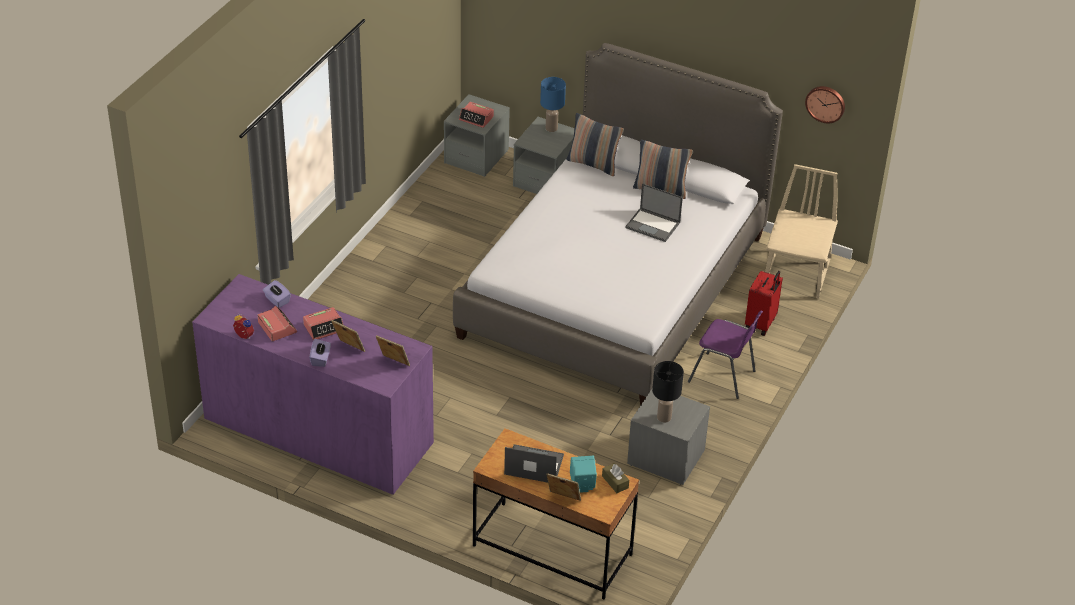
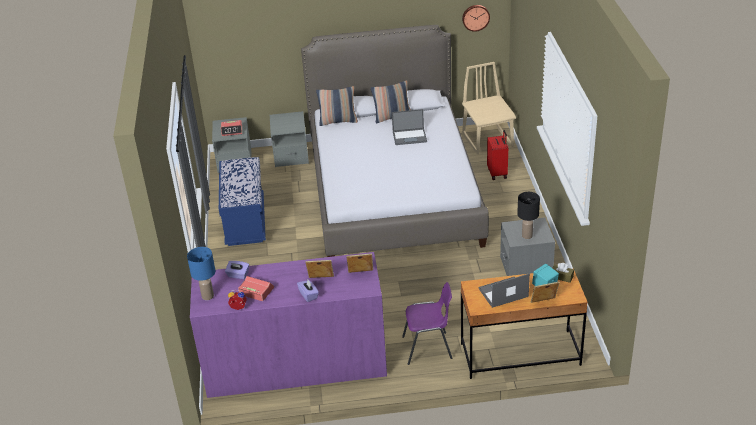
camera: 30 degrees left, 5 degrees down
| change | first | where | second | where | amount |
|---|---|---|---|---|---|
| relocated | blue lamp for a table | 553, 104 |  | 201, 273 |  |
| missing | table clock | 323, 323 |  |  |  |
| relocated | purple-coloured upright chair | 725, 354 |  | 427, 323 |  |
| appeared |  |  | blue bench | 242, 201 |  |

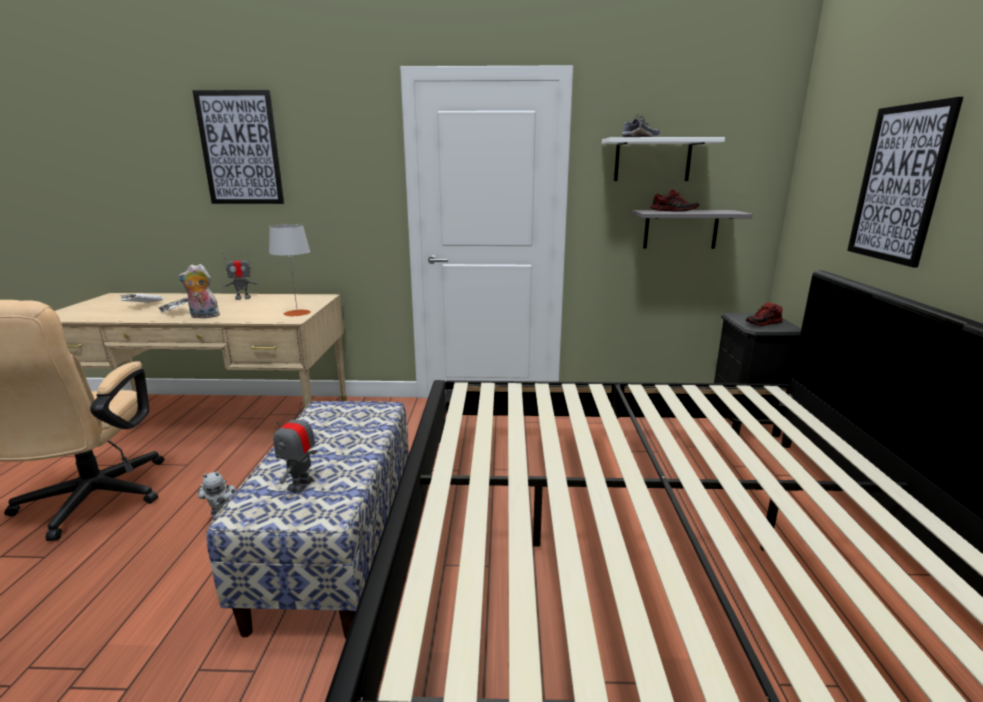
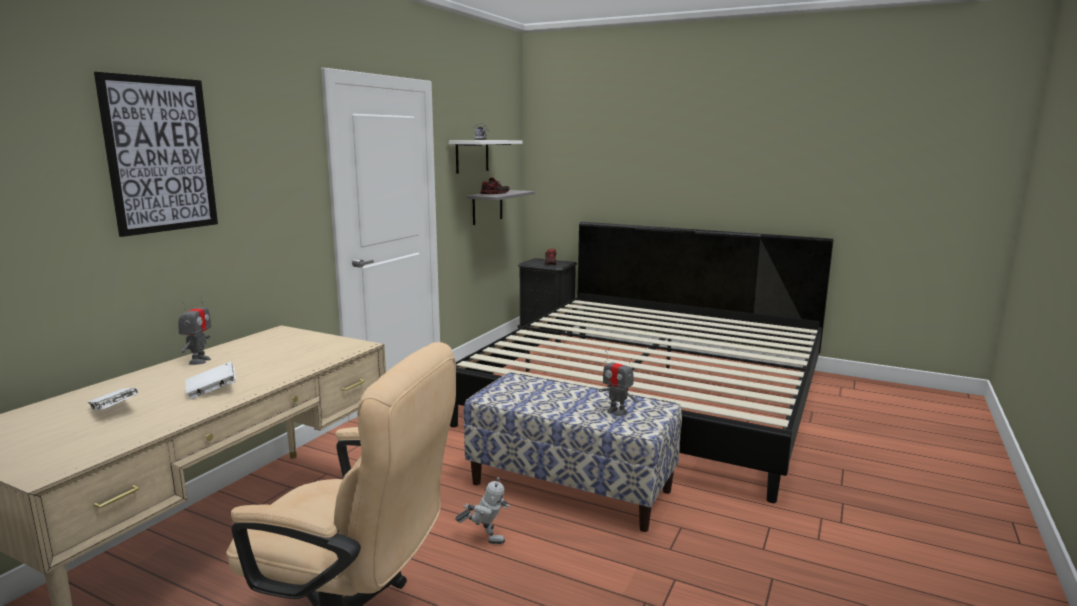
camera: 65 degrees left, 5 degrees down
| change | first | where | second | where | amount |
|---|---|---|---|---|---|
| missing | picture | 905, 182 |  |  |  |
| missing | gray lamp for a table | 290, 270 |  |  |  |
| missing | soft toy | 199, 291 |  |  |  |

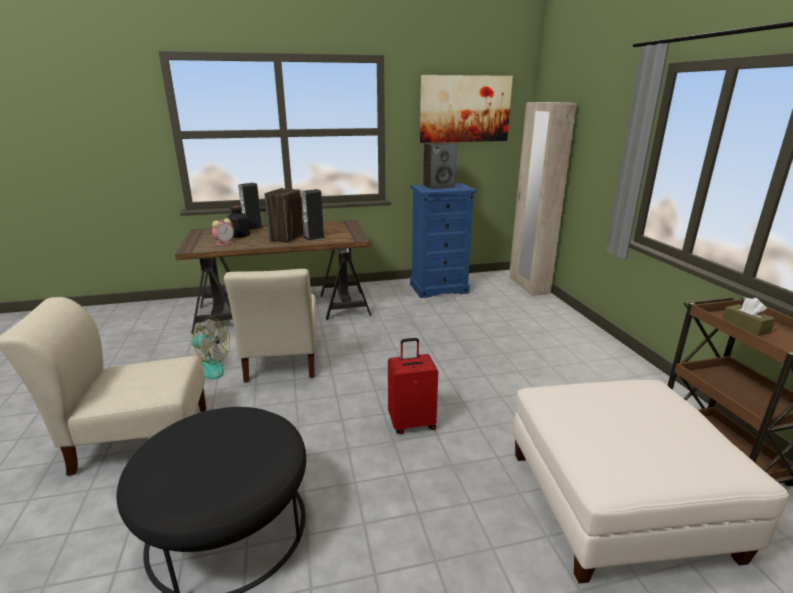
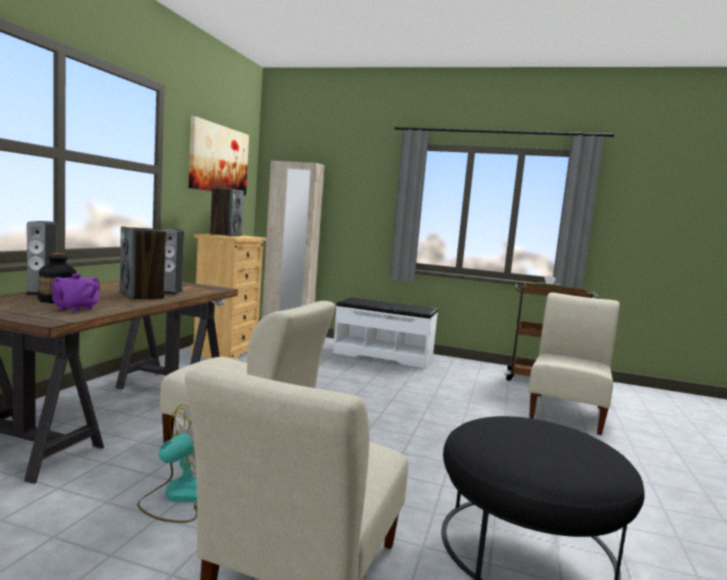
camera: 60 degrees left, 15 degrees down
| change | first | where | second | where | amount |
|---|---|---|---|---|---|
| colour | blue chest of drawers | 443, 240 | beige chest of drawers | 228, 297 |  |
| exchanged | table clock | 223, 232 | purple-coloured pot for tea | 75, 293 |  |
| missing | red-coloured piece of luggage | 413, 386 |  |  |  |
| exchanged | whitish footrest | 651, 481 | beige upright chair | 574, 364 |  |
| appeared |  |  | whitish bench | 385, 332 |  |

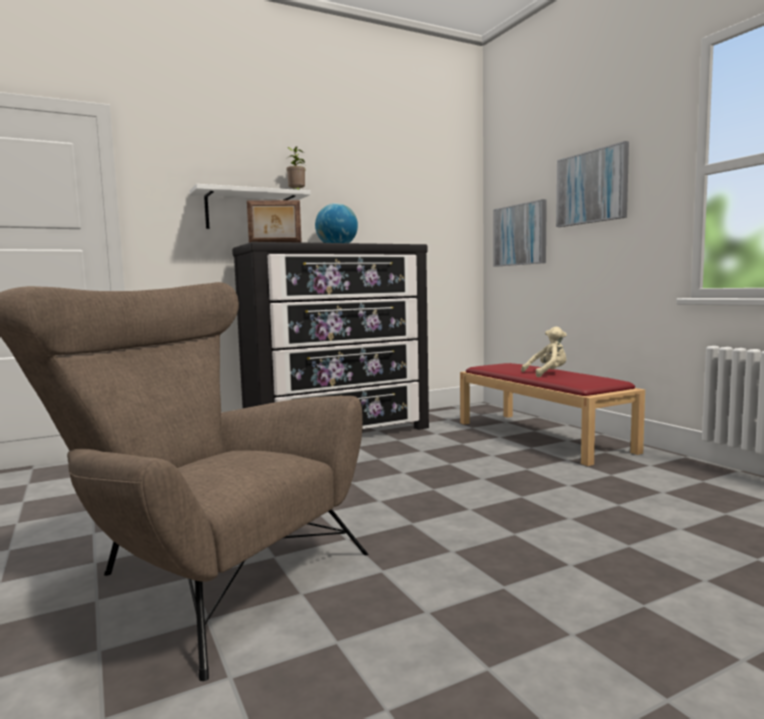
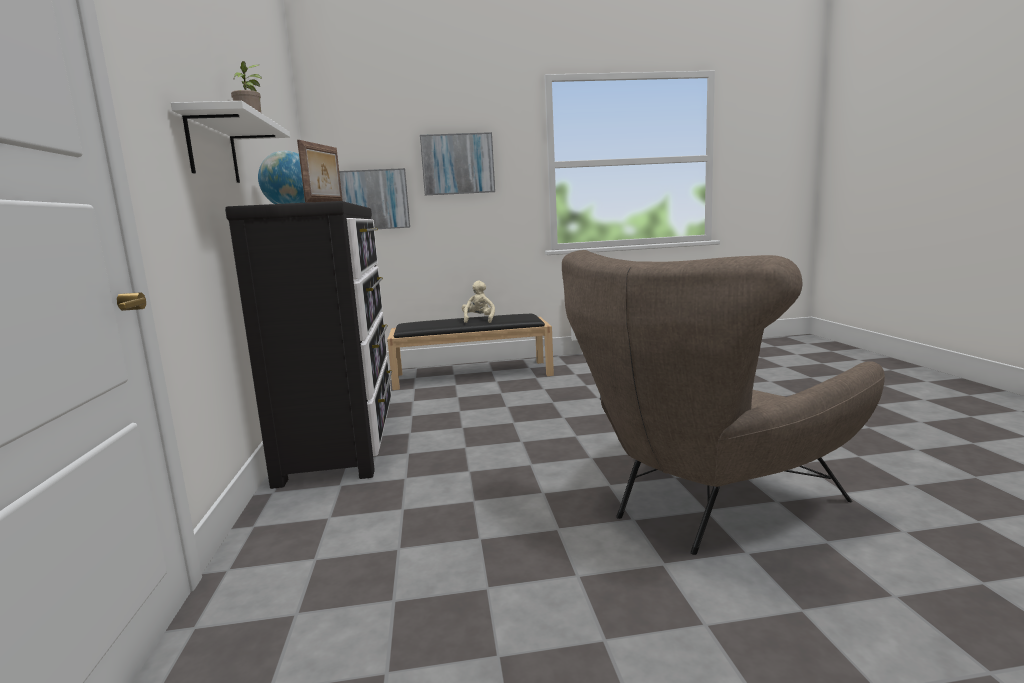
camera: 70 degrees left, 5 degrees up
| change | first | where | second | where | amount |
|---|---|---|---|---|---|
| colour | red-coloured bench | 552, 414 | black bench | 470, 352 |  |

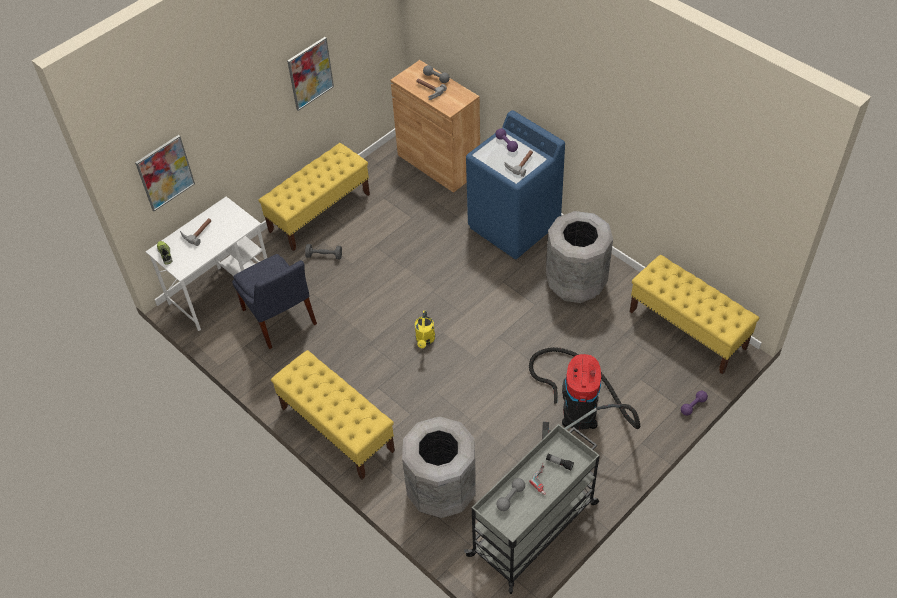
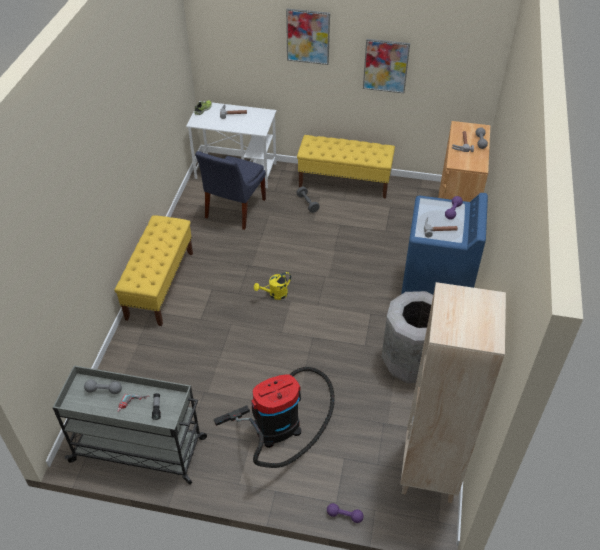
camera: 55 degrees right, 5 degrees down
| change | first | where | second | where | amount |
|---|---|---|---|---|---|
| relocated | picture | 165, 173 |  | 308, 36 |  |
| exchanged | yellow bench | 694, 314 | beige shelving unit | 453, 392 |  |
| missing | gray waste bin | 439, 467 |  |  |  |

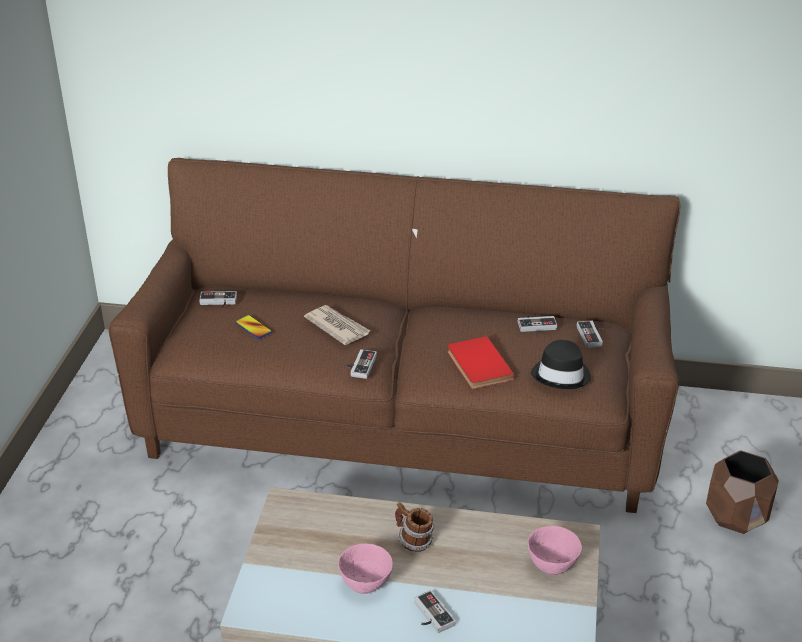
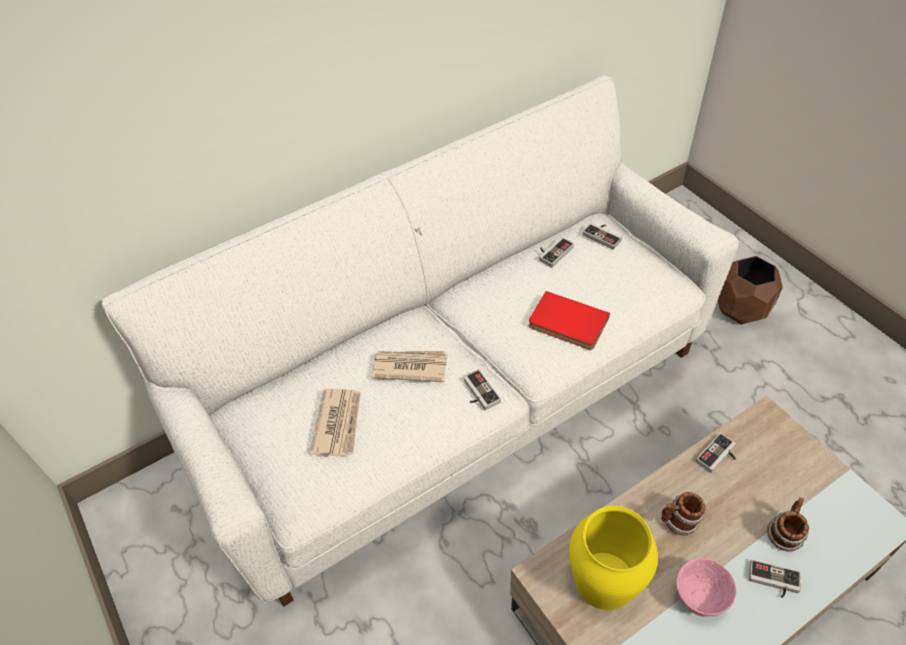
camera: 40 degrees left, 15 degrees up
| change | first | where | second | where | amount |
|---|---|---|---|---|---|
| colour | brown-coloured couch | 394, 335 | whitish couch | 420, 340 |  |
| relocated | gamepad | 218, 299 |  | 716, 453 |  |
| exchanged | phone | 253, 327 | daily paper | 335, 423 |  |
| missing | black hat | 561, 364 |  |  |  |
| missing | pinkish serving bowl | 555, 550 |  |  |  |
| appeared |  |  | mug | 788, 524 |  |
| appeared |  |  | yellow vase | 613, 558 |  |

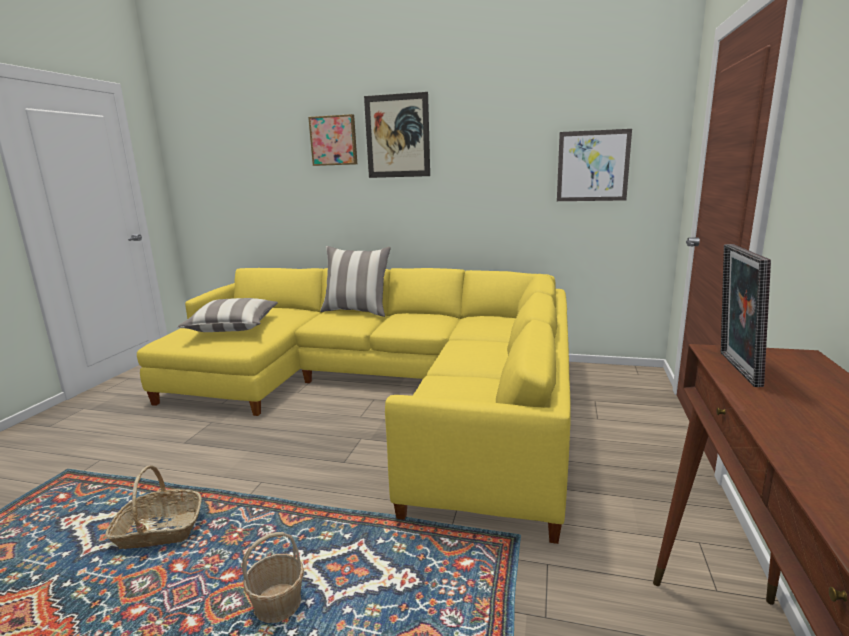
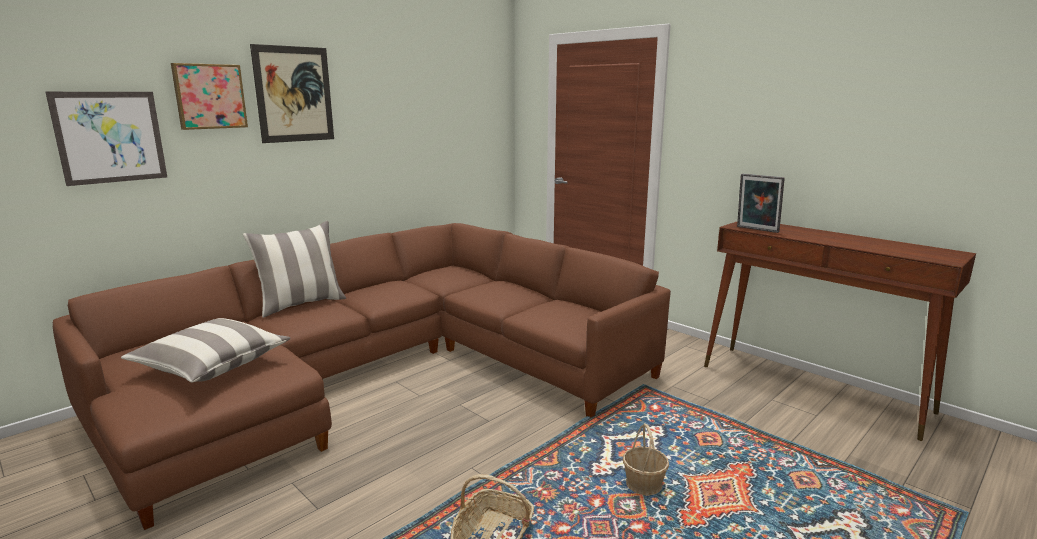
camera: 60 degrees left, 0 degrees up
| change | first | where | second | where | amount |
|---|---|---|---|---|---|
| relocated | picture | 594, 165 |  | 106, 139 |  |
| colour | yellow couch | 354, 406 | brown-coloured couch | 362, 376 |  |

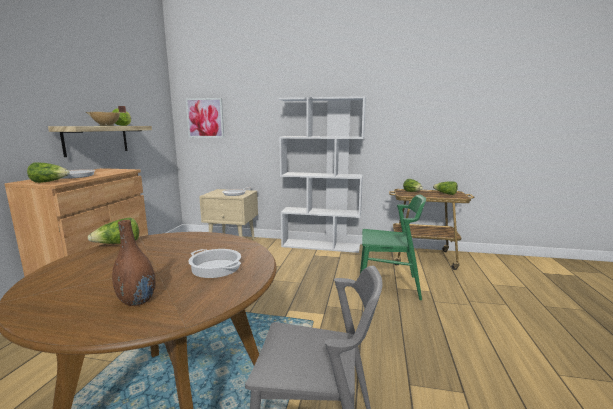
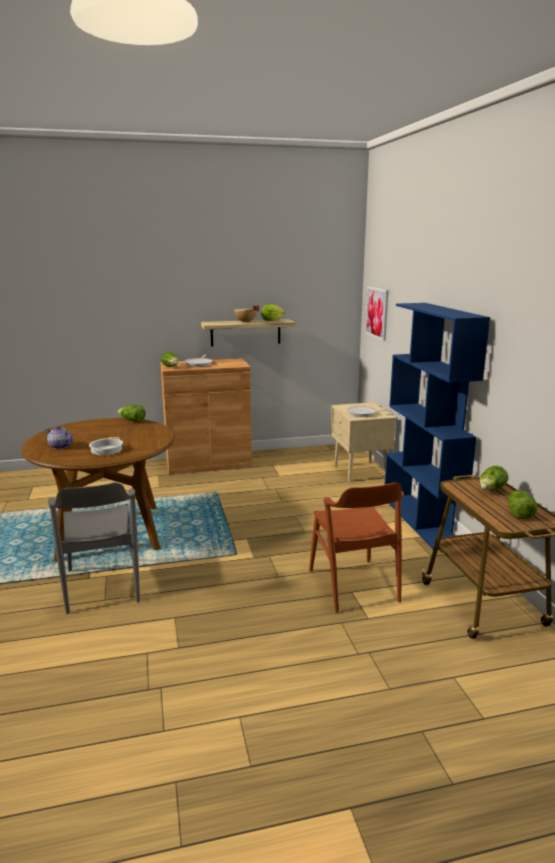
camera: 65 degrees right, 5 degrees up
| change | first | where | second | where | amount |
|---|---|---|---|---|---|
| colour | whitish shelving unit | 322, 174 | blue shelving unit | 437, 426 |  |
| colour | green upright chair | 393, 247 | brown-coloured upright chair | 356, 547 |  |
| exchanged | brown-coloured vase | 134, 263 | pot for tea | 59, 437 |  |

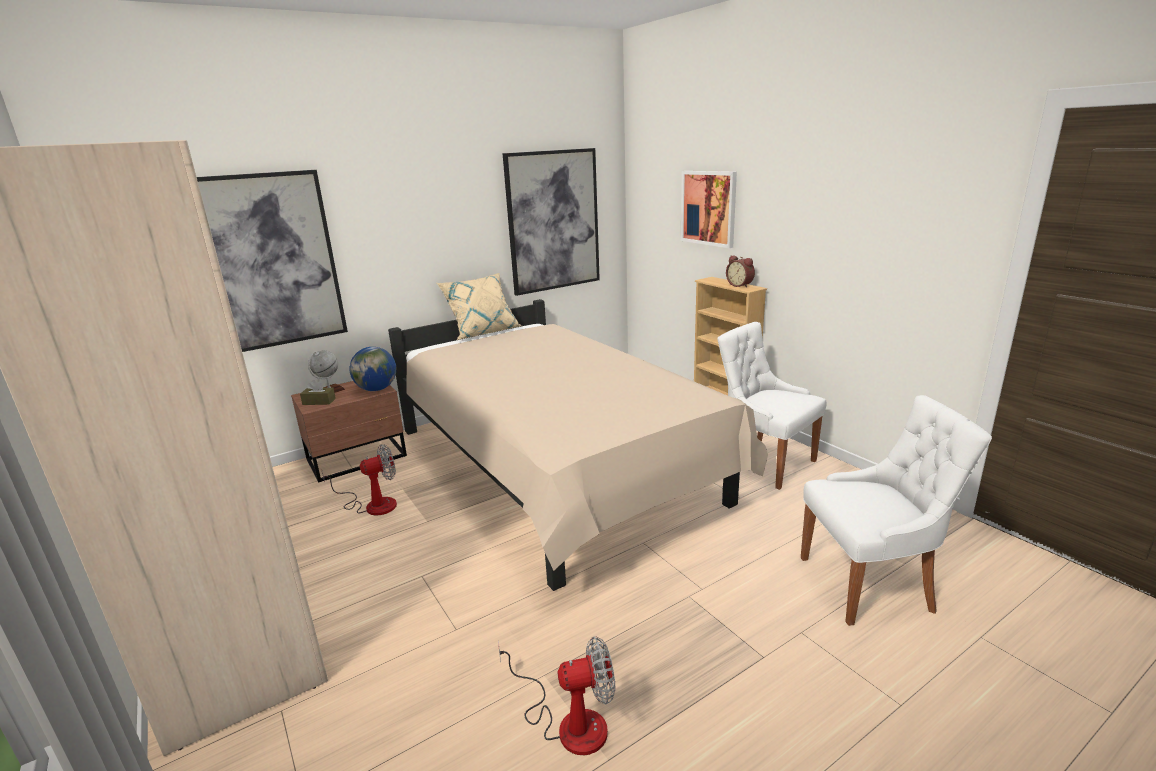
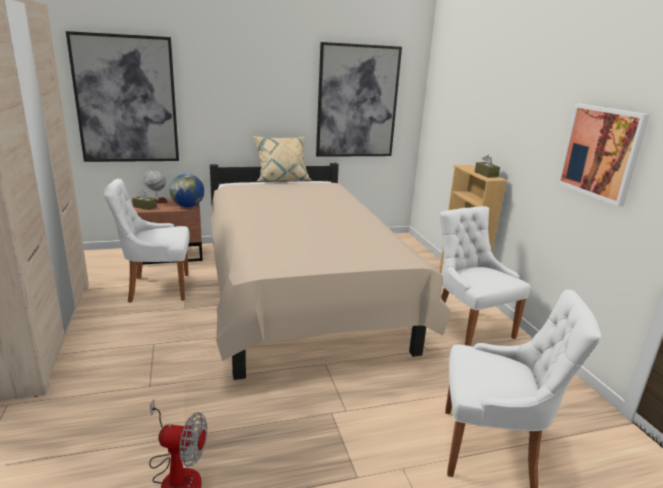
camera: 15 degrees right, 0 degrees up
| change | first | where | second | where | amount |
|---|---|---|---|---|---|
| relocated | picture | 709, 209 |  | 603, 155 |  |
| exchanged | table clock | 740, 272 | brown-coloured tissue holder | 487, 166 |  |
| exchanged | cooling fan | 359, 479 | whitish upright chair | 147, 241 |  |

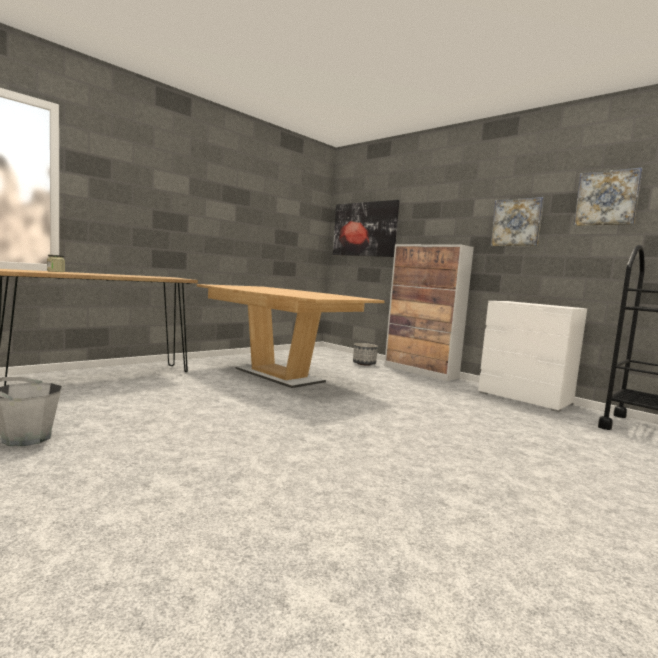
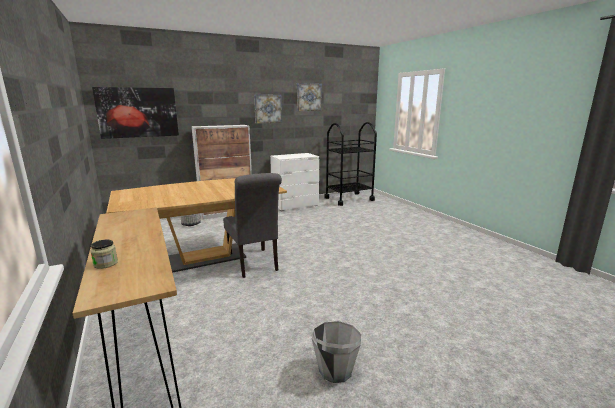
camera: 70 degrees left, 10 degrees up
| change | first | where | second | where | amount |
|---|---|---|---|---|---|
| appeared |  |  | gray upright chair | 252, 225 |  |

